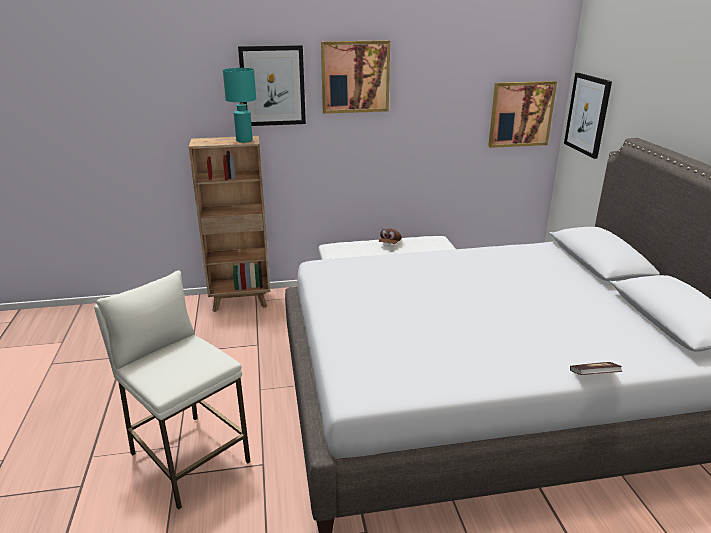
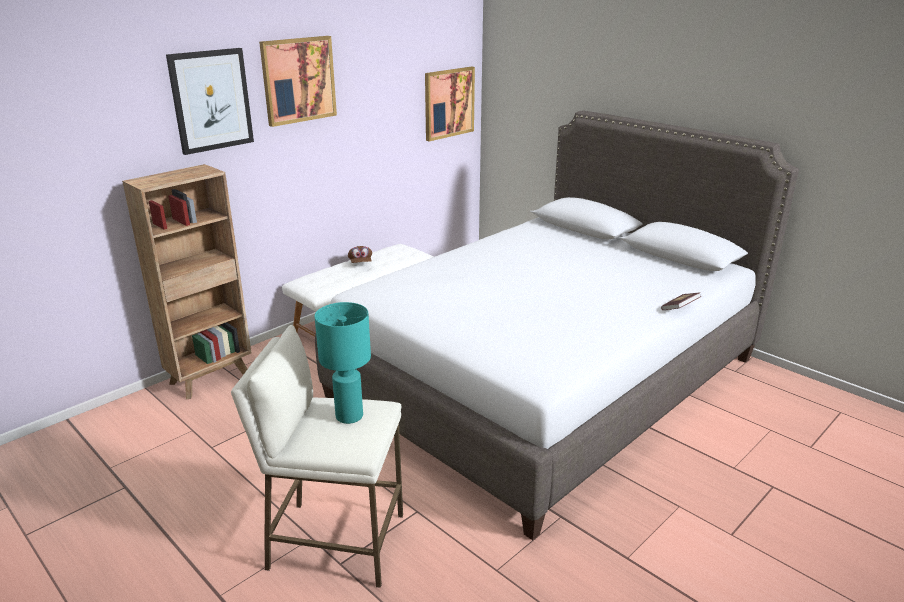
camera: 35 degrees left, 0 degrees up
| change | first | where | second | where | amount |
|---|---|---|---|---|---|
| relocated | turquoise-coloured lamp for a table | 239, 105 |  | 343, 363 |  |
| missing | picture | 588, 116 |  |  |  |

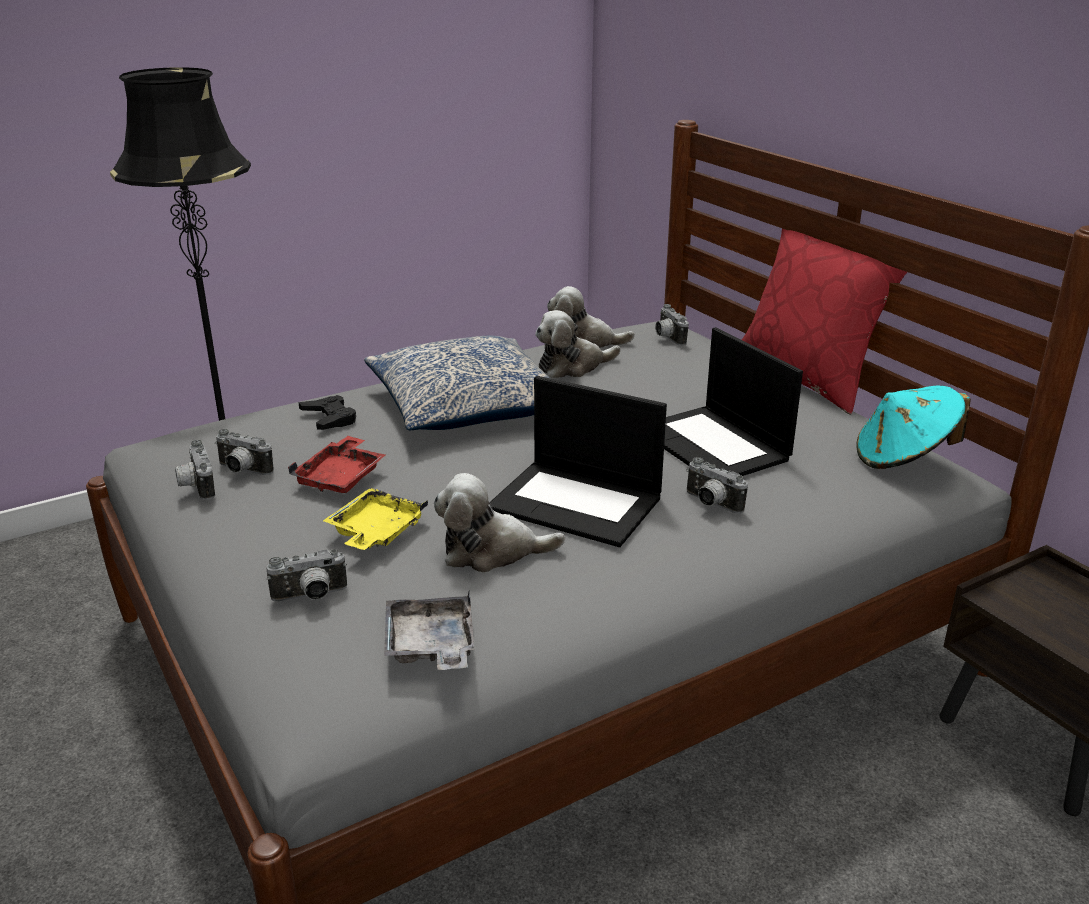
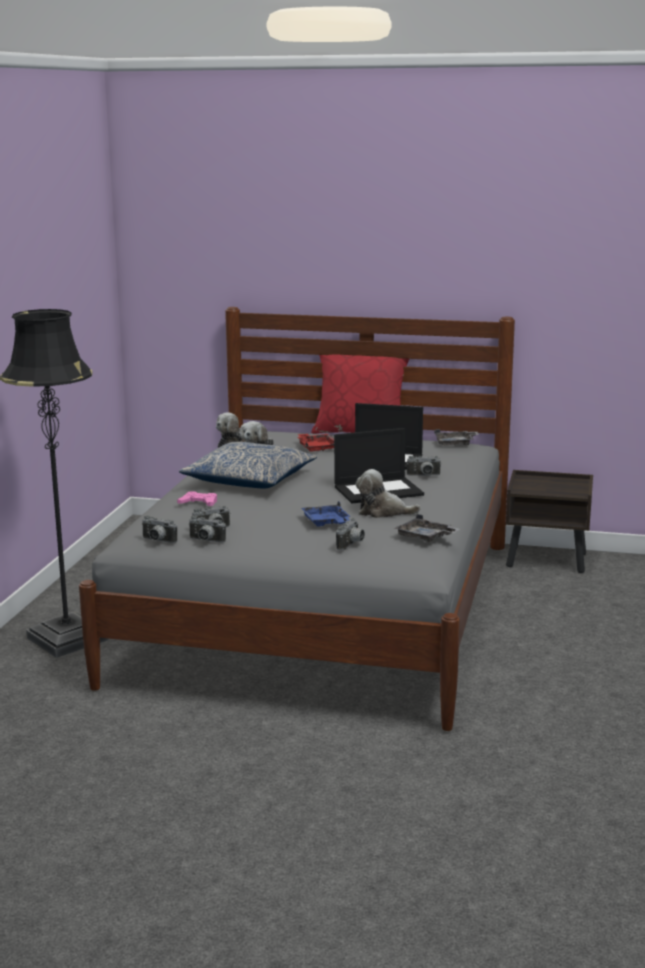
camera: 45 degrees left, 10 degrees down
| change | first | where | second | where | amount |
|---|---|---|---|---|---|
| relocated | still camera | 672, 325 |  | 159, 529 |  |
| exchanged | turquoise-coloured hat | 913, 427 | gray serving tray | 456, 437 |  |
| colour | black gamepad | 327, 412 | pinkish gamepad | 197, 498 |  |
| relocated | red-coloured serving tray | 337, 464 |  | 315, 443 |  |
| spun | soft toy | 499, 523 |  | 388, 493 | 60 degrees clockwise |
| colour | yellow serving tray | 375, 519 | blue serving tray | 326, 514 |  |

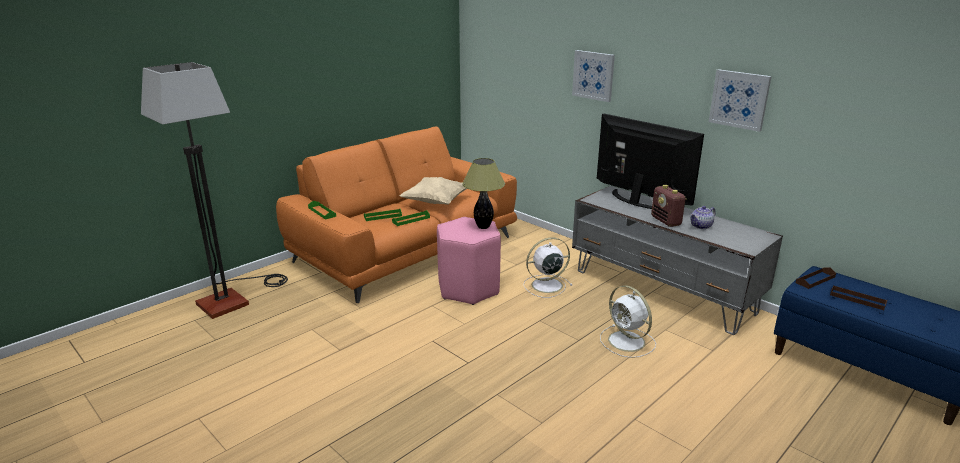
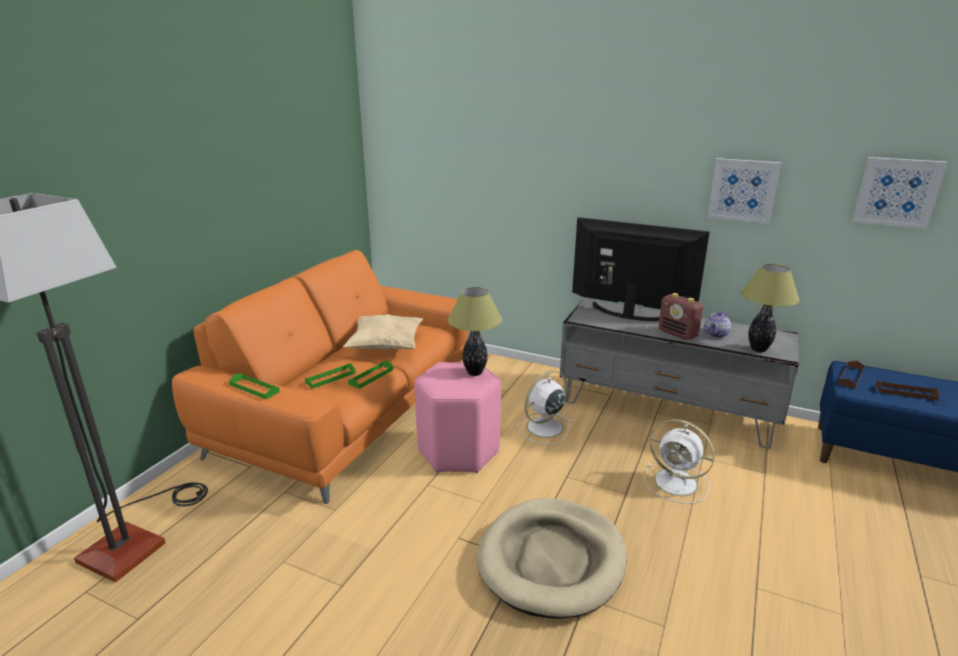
camera: 20 degrees left, 0 degrees up
| change | first | where | second | where | amount |
|---|---|---|---|---|---|
| relocated | picture | 593, 76 |  | 900, 193 |  |
| appeared |  |  | lamp for a table | 770, 308 |  |
| appeared |  |  | beige dog bed | 552, 558 |  |

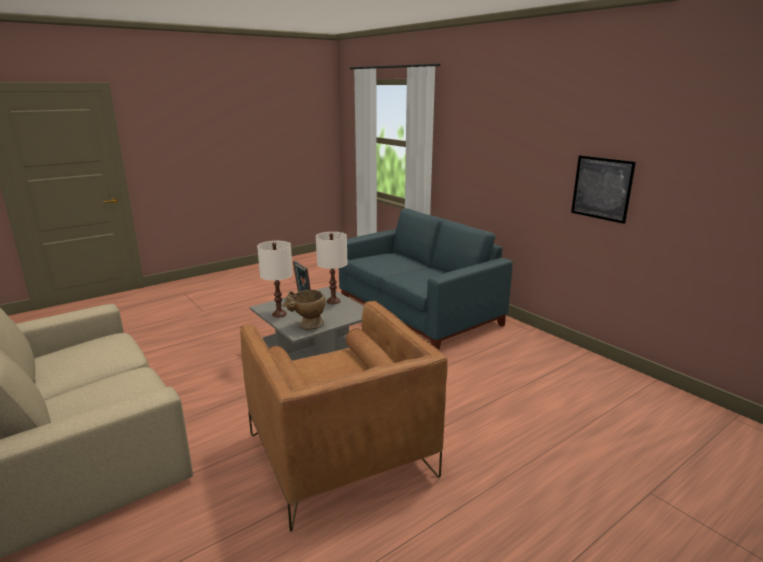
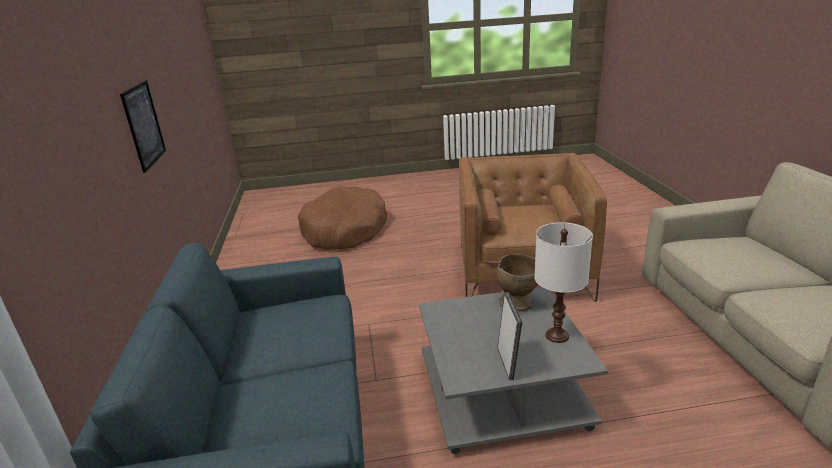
camera: 150 degrees left, 5 degrees up
| change | first | where | second | where | amount |
|---|---|---|---|---|---|
| missing | whitish lamp for a table | 332, 268 |  |  |  |
| appeared |  |  | brown-coloured dog bed | 342, 217 |  |

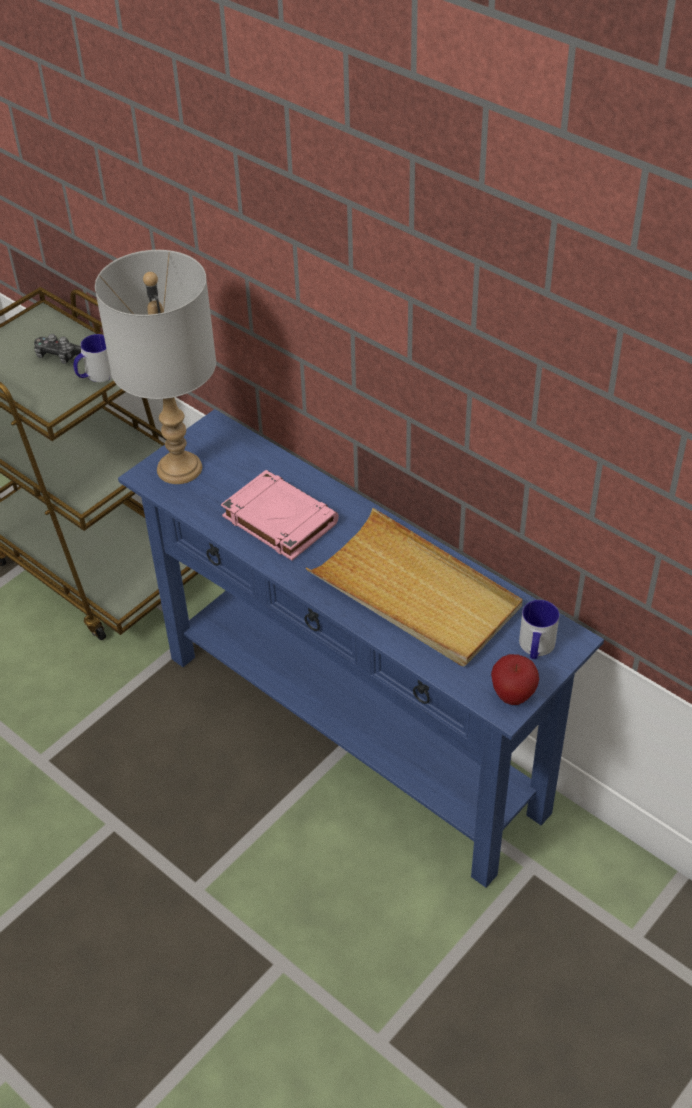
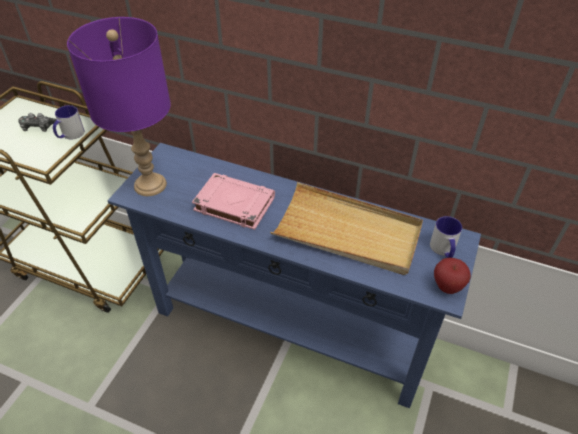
camera: 20 degrees left, 0 degrees up
| change | first | where | second | where | amount |
|---|---|---|---|---|---|
| colour | gray lamp for a table | 155, 367 | purple-coloured lamp for a table | 119, 106 |  |

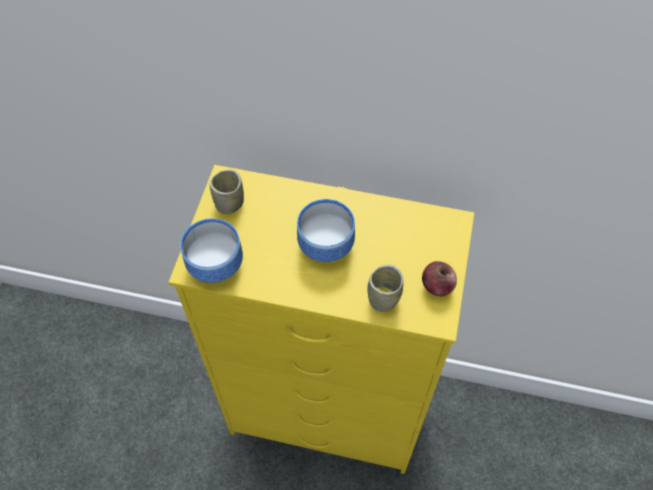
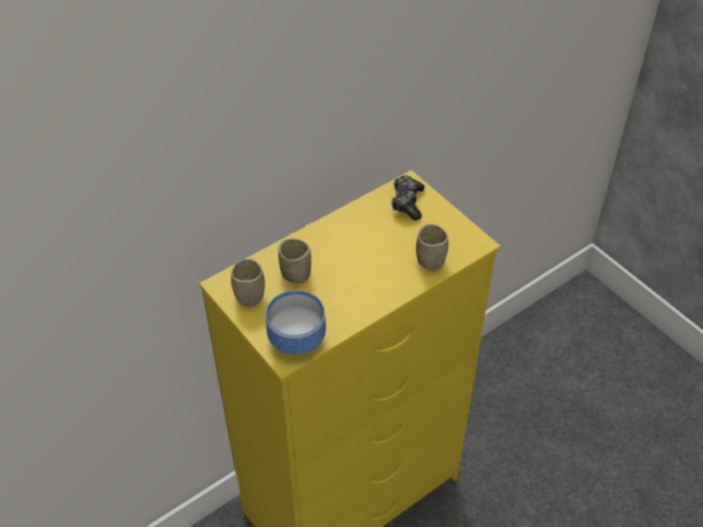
camera: 50 degrees left, 10 degrees down
| change | first | where | second | where | amount |
|---|---|---|---|---|---|
| missing | serving bowl | 326, 230 |  |  |  |
| missing | whole apple | 439, 278 |  |  |  |
| appeared |  |  | gamepad | 408, 197 |  |
| appeared |  |  | drinking cup | 294, 261 |  |

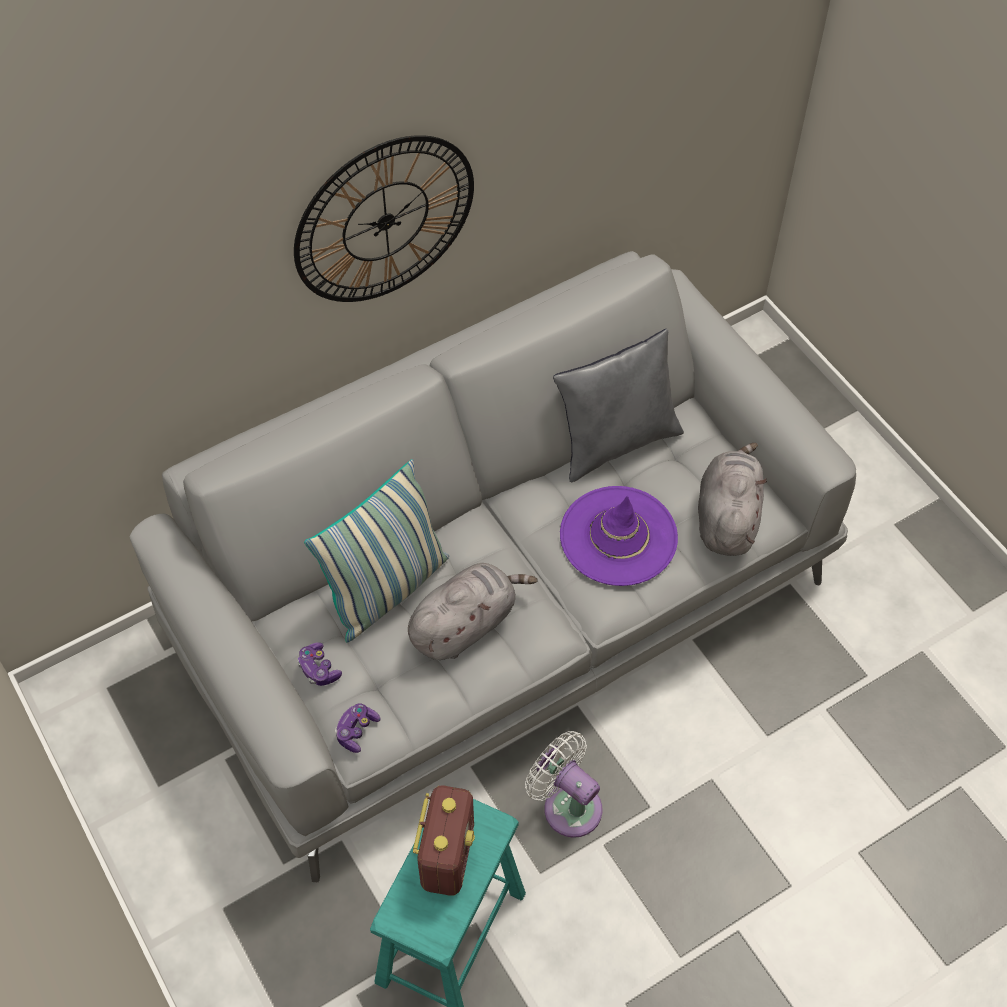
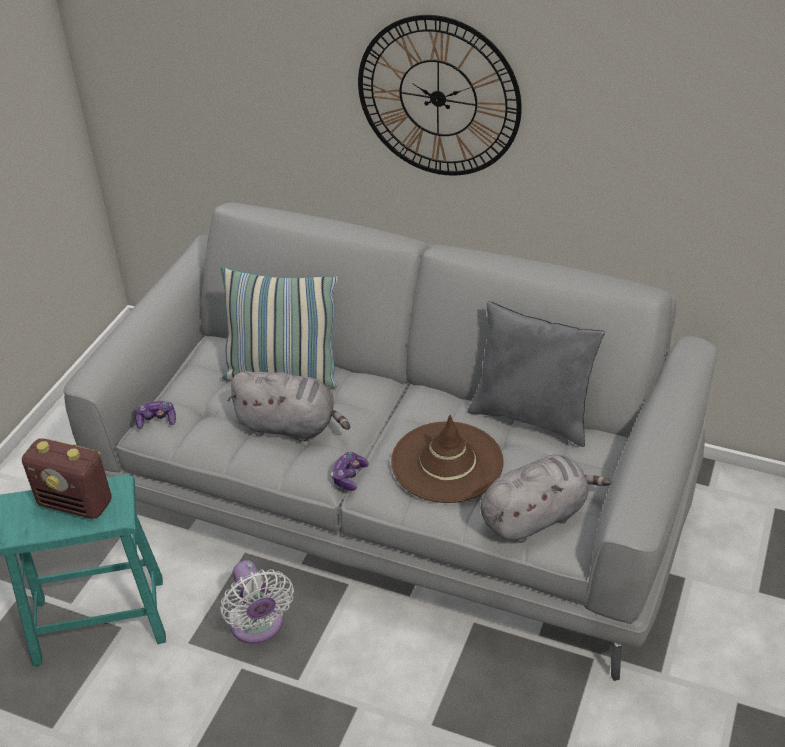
camera: 55 degrees right, 15 degrees down
| change | first | where | second | where | amount |
|---|---|---|---|---|---|
| colour | purple-coloured hat | 619, 536 | brown-coloured hat | 447, 459 |  |
| relocated | gamepad | 319, 664 |  | 350, 471 |  |
| spun | whitish cooling fan | 563, 784 |  | 257, 602 | 150 degrees clockwise |
| spun | radio | 444, 841 |  | 67, 479 | 45 degrees clockwise |

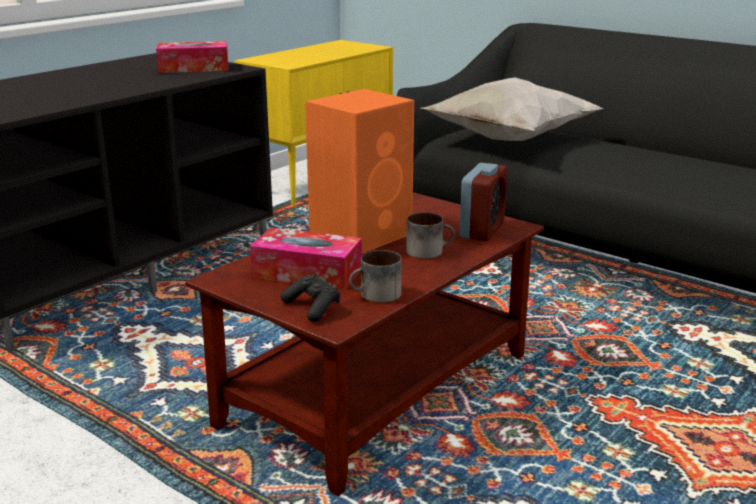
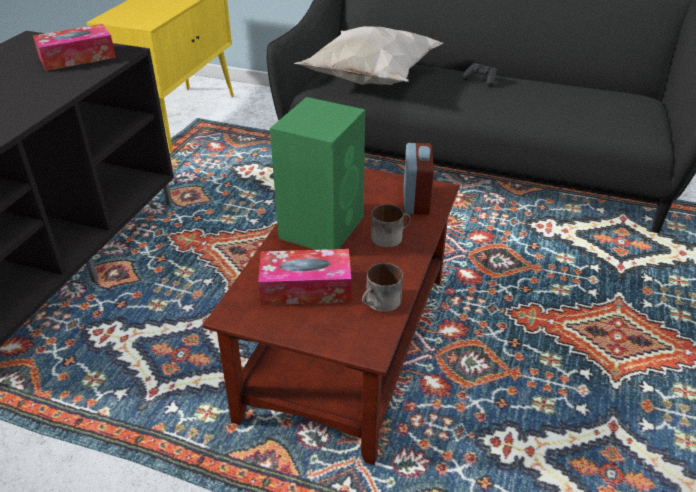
camera: 20 degrees left, 15 degrees up
| change | first | where | second | where | amount |
|---|---|---|---|---|---|
| colour | orange-coloured speaker | 359, 171 | green speaker | 317, 173 |  |
| relocated | black gamepad | 310, 298 |  | 479, 75 |  |

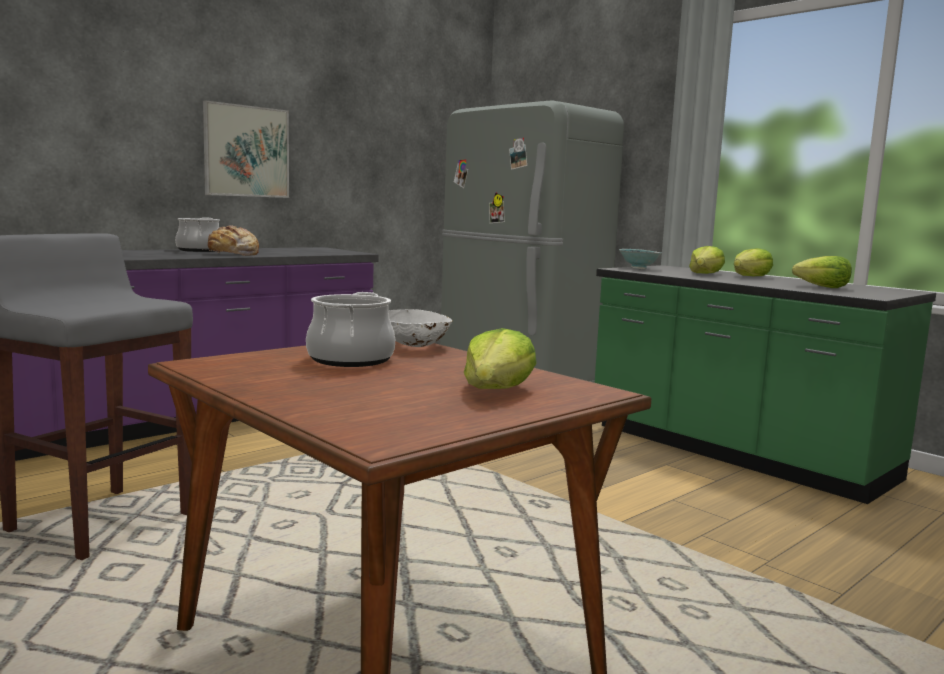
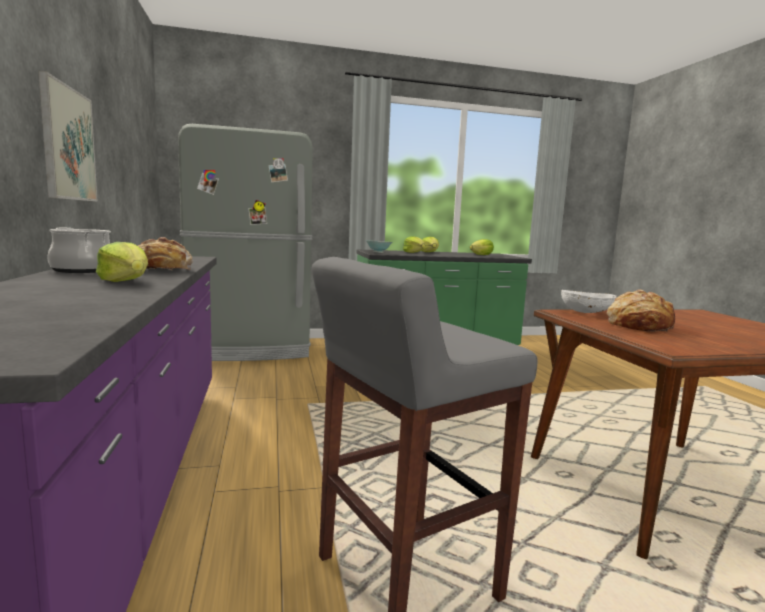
camera: 60 degrees left, 0 degrees up
| change | first | where | second | where | amount |
|---|---|---|---|---|---|
| exchanged | saucepot | 350, 329 | bread | 641, 310 |  |
| relocated | lettuce | 500, 358 |  | 122, 262 |  |

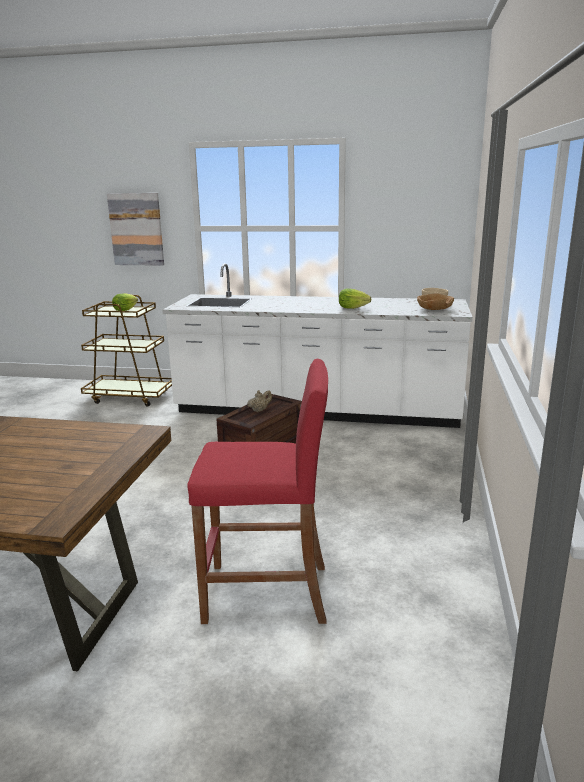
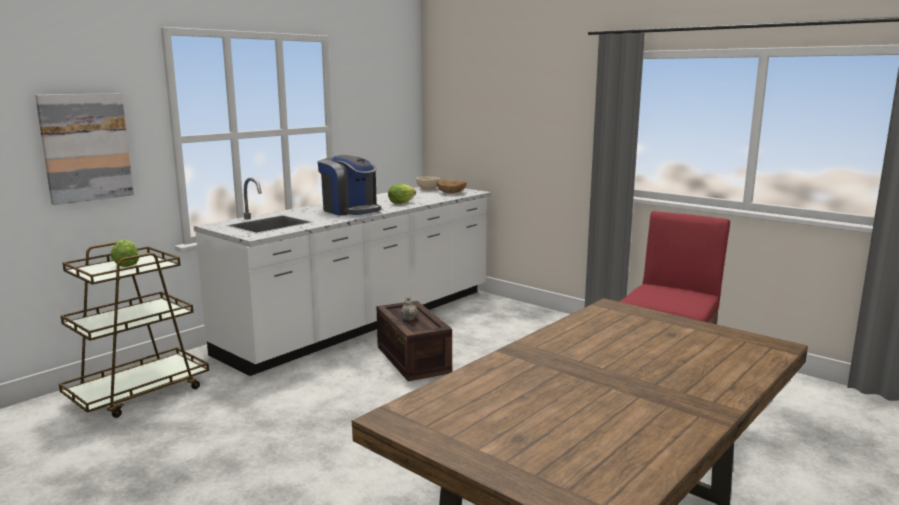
camera: 60 degrees left, 5 degrees down
| change | first | where | second | where | amount |
|---|---|---|---|---|---|
| appeared |  |  | coffee brewer | 349, 185 |  |

